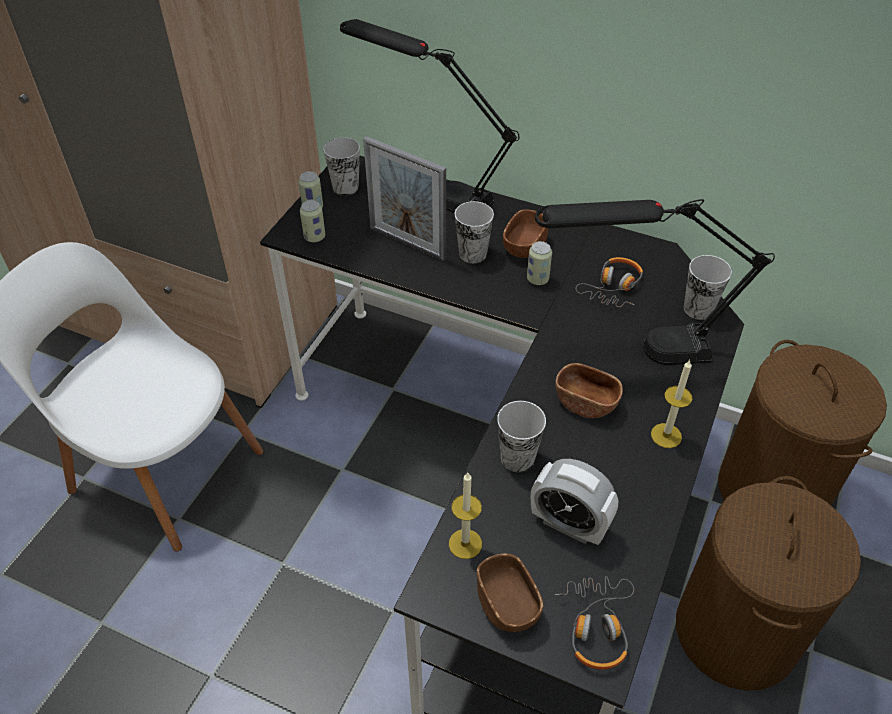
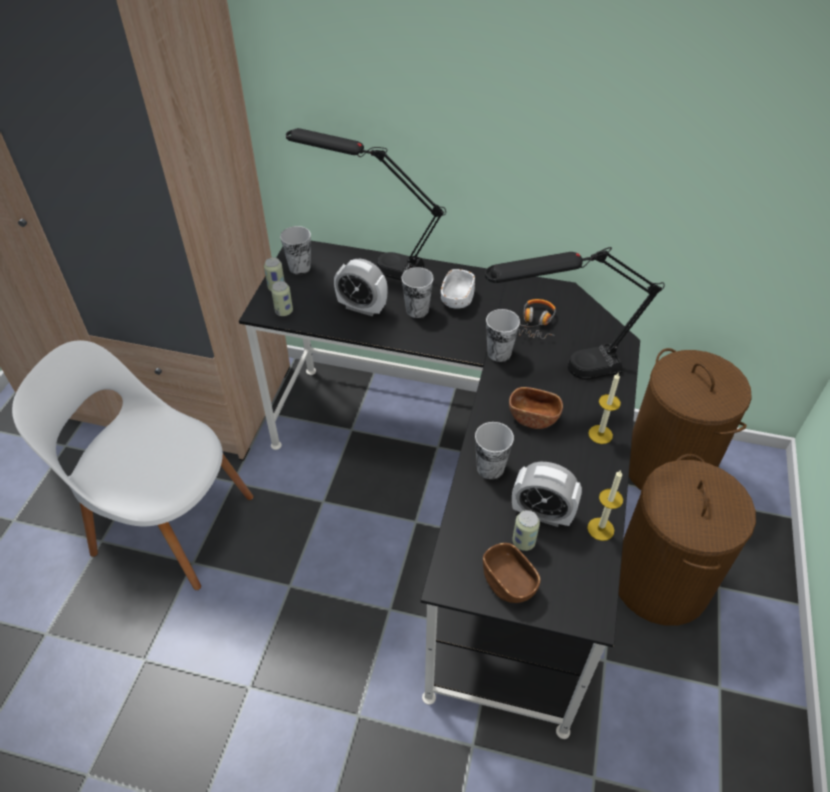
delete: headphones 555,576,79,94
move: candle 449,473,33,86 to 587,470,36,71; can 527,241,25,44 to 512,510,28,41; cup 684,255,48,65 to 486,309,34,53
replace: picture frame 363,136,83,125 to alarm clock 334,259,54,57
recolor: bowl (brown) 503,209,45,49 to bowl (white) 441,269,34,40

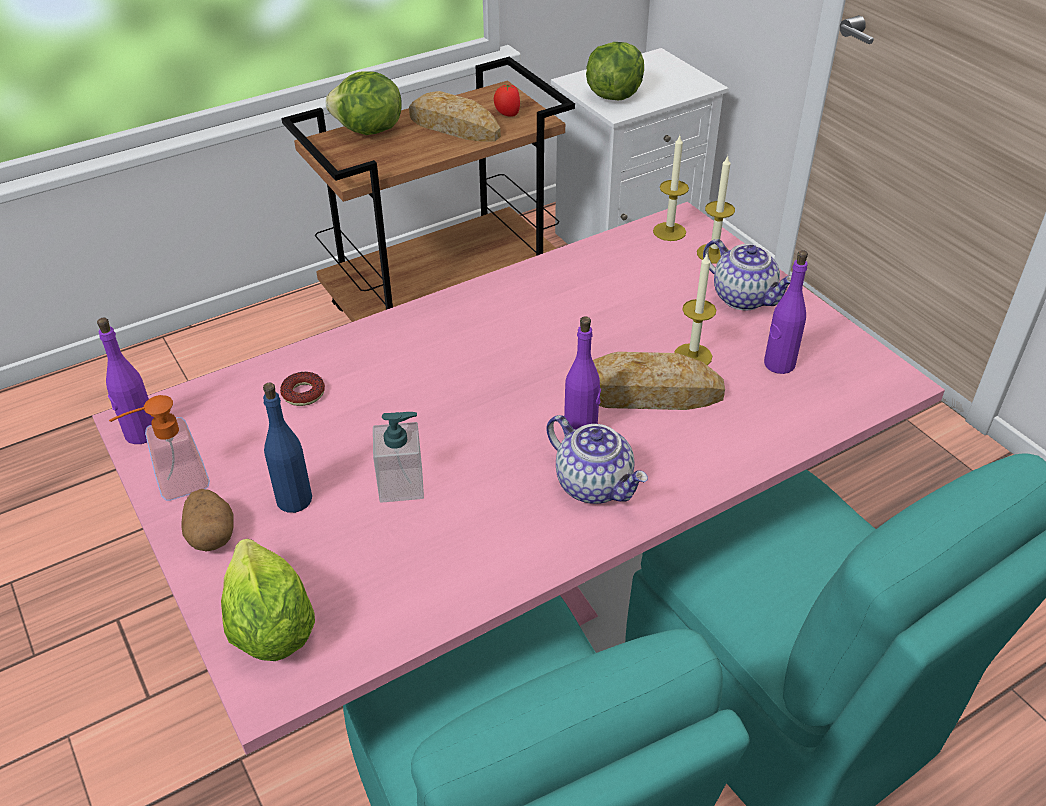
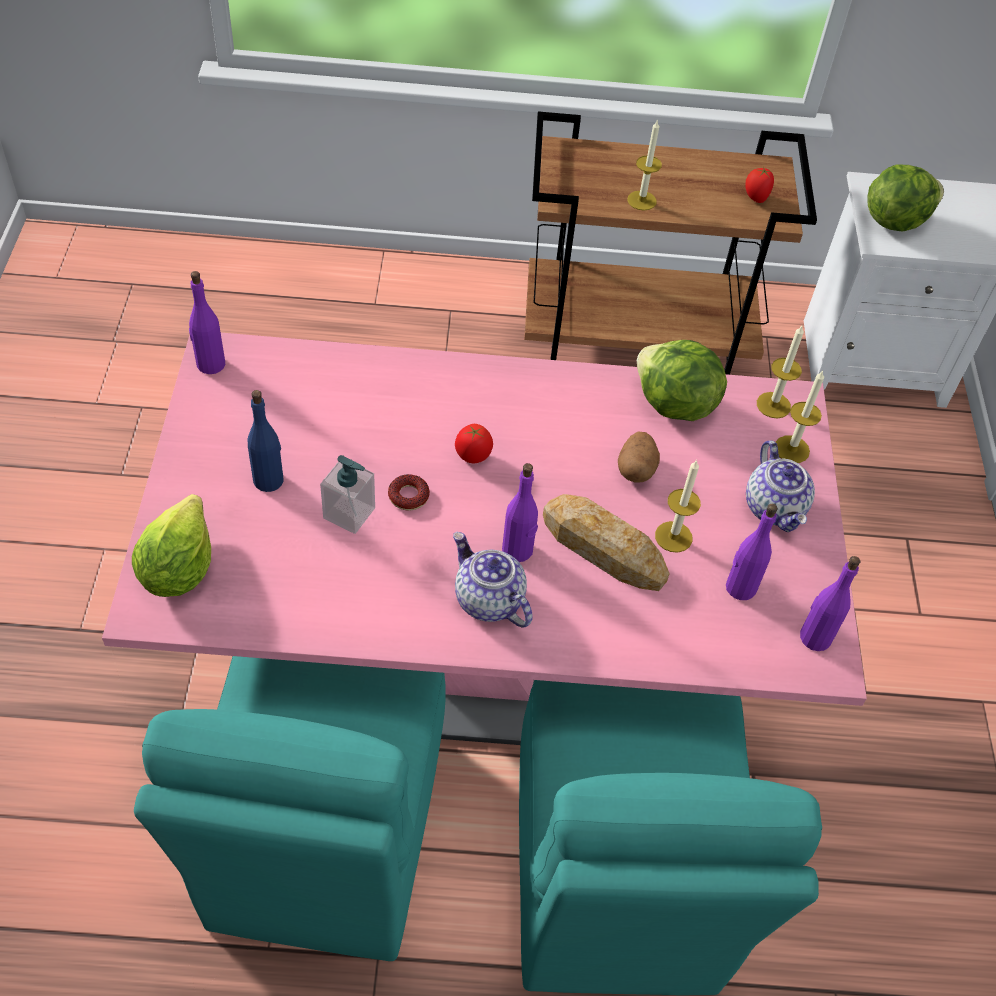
delete: soap dispenser 109,395,101,106; bread 409,91,92,51
insert: tomato 455,424,38,39; candle 627,119,35,91; bottle (purple) 800,556,60,95
move: potato 181,489,53,63 to 618,431,42,51; donut 280,372,45,34 to 388,474,42,37; lettuce 326,71,76,64 to 637,340,90,81
rotate: teapot 546,415,102,89 = 453,532,80,96 150 degrees clockwise

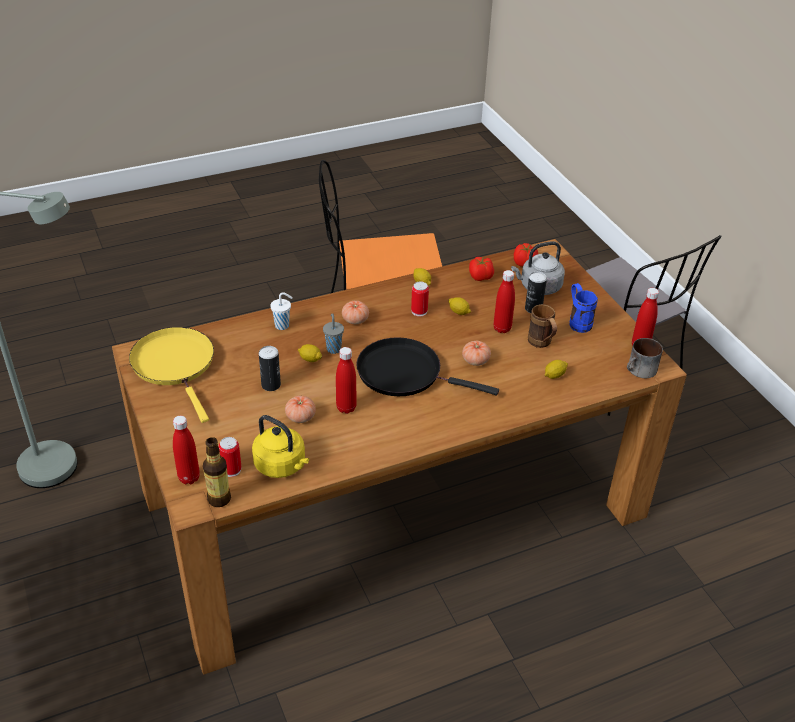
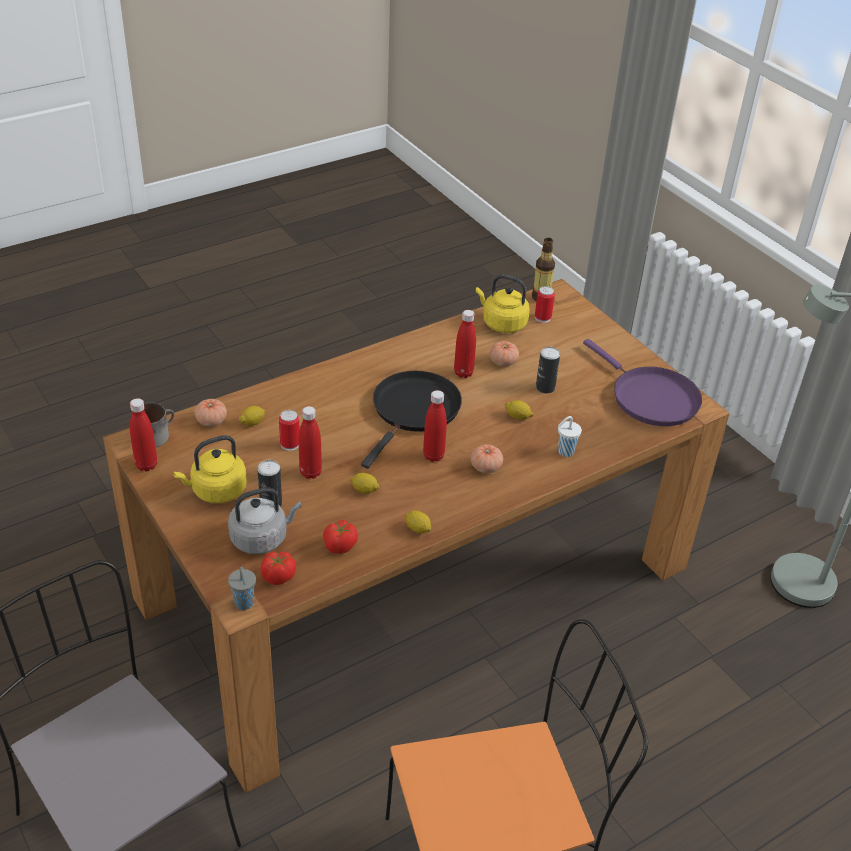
delete: mug (brown) 528,304,29,44
move: bottle (red) 173,416,27,68 to 423,390,24,72; cup (grey) 323,313,21,41 to 228,567,28,43; can 411,281,18,35 to 279,410,21,41; tomato 462,341,29,25 to 195,399,32,27
replace: mug (blue) 569,283,29,50 to kettle (yellow) 173,435,74,68
recolor: frying pan (yellow) 129,327,85,96 to frying pan (purple) 583,339,119,87
rotate: frying pan (black) 356,337,143,59 = 361,371,101,97 75 degrees counterclockwise

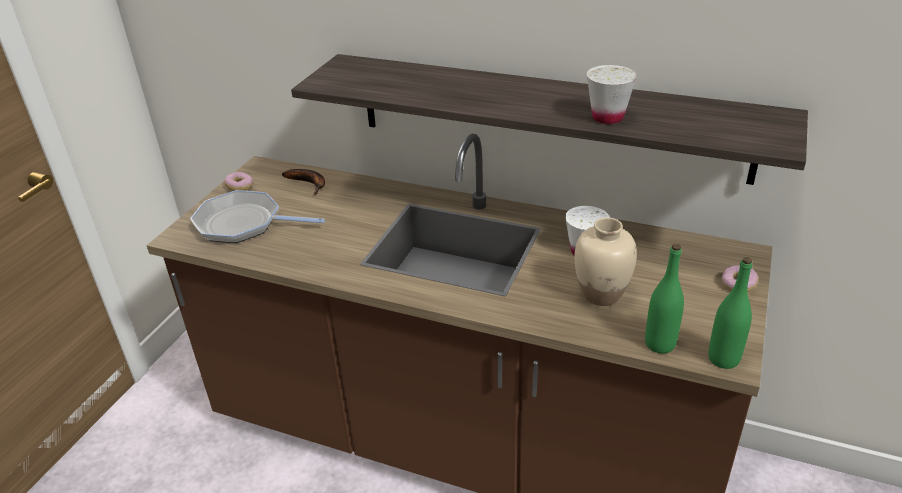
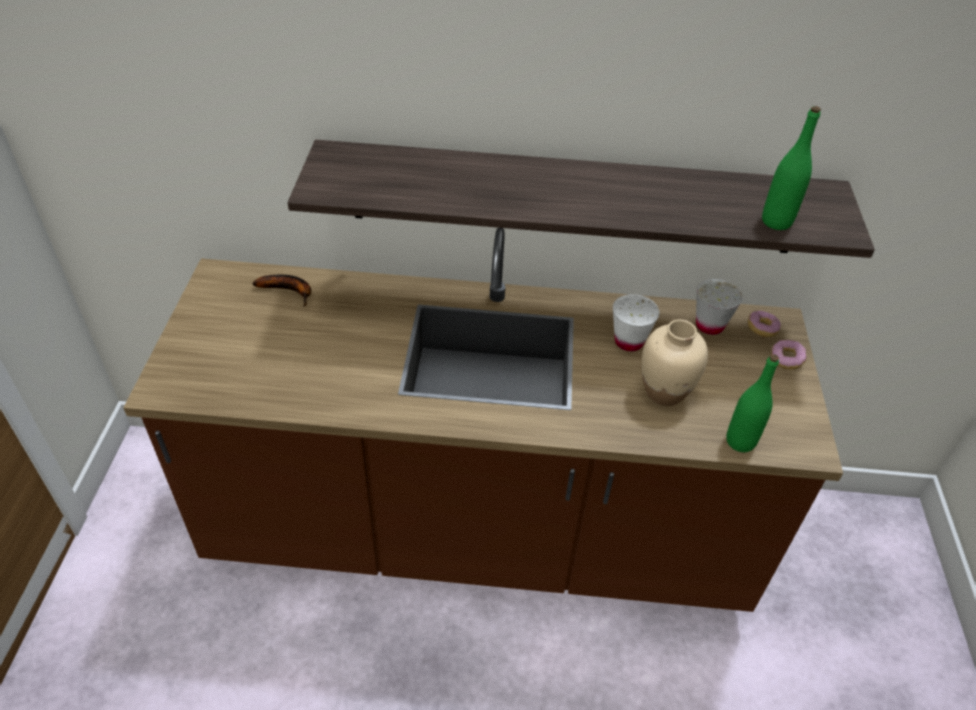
delete: frying pan 190,190,135,53
move: donut 224,172,29,19 to 748,311,33,26; cup (white) 587,65,50,59 to 696,279,47,56; bottle (green) 708,257,44,112 to 762,106,59,124

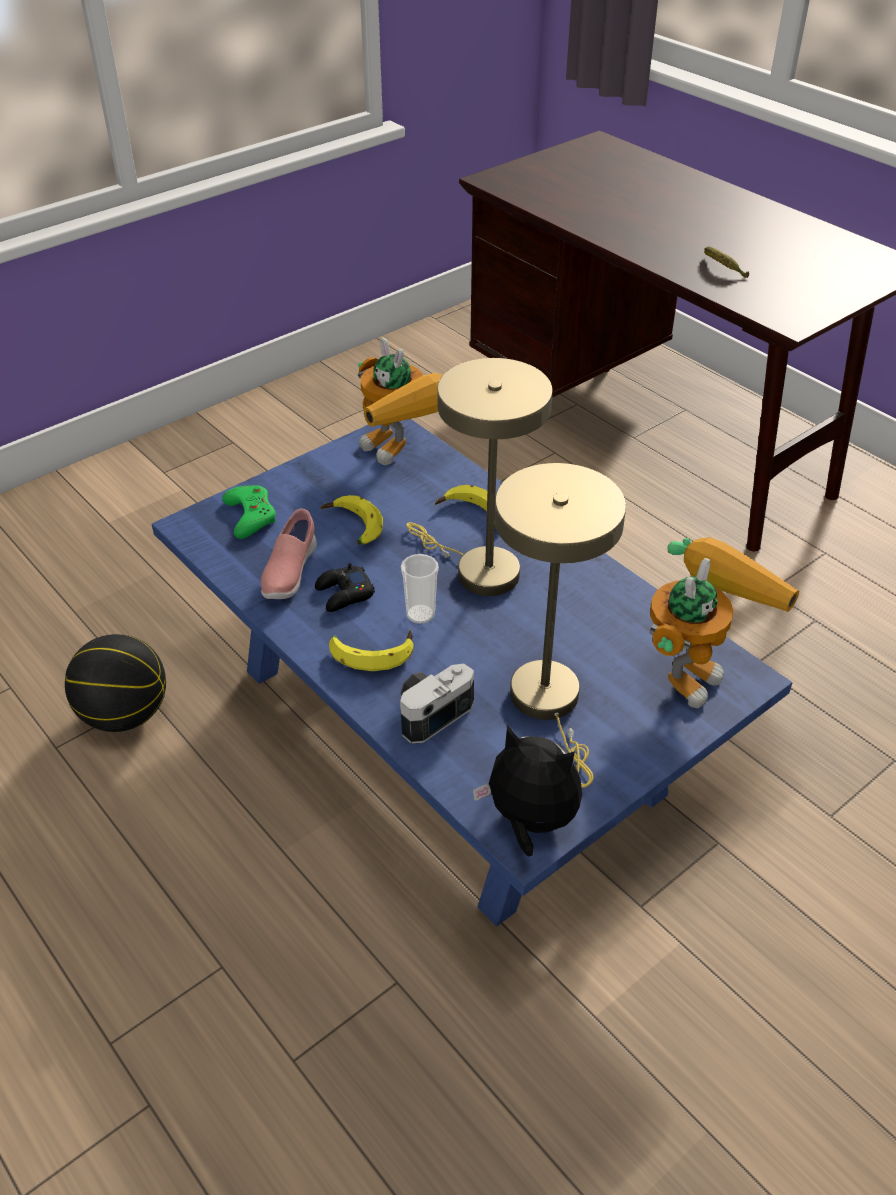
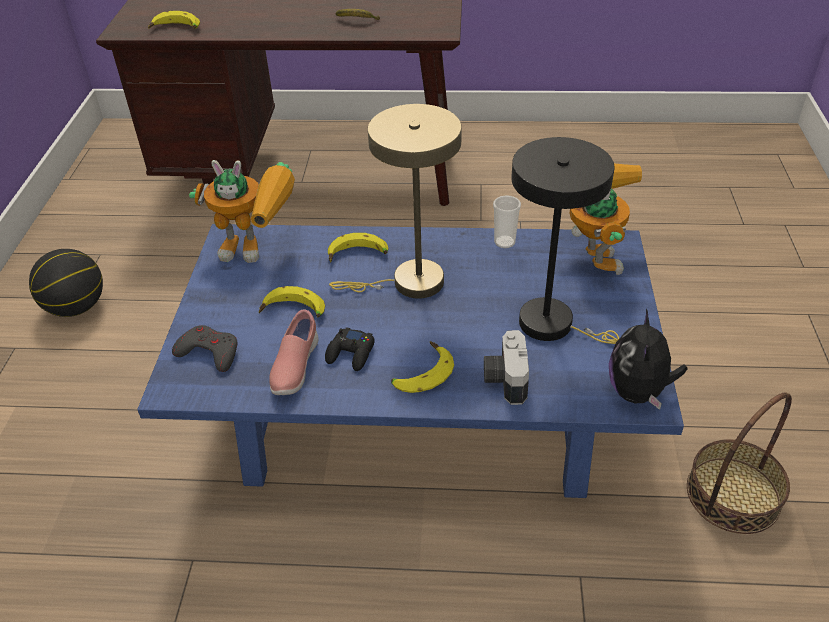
insert: banana 148,11,52,18; basket 687,392,105,142
move: basketball 65,634,101,98 to 29,249,74,68; cup 401,554,38,70 to 493,195,28,53
recolor: game controller (green) 222,485,54,54 to game controller (grey) 172,325,65,47; table lamp (beige) 495,463,131,325 to table lamp (black) 511,137,108,207
rotate: shoe (pink) 261,509,56,90 = 269,310,50,85 45 degrees clockwise; plush toy 473,725,109,132 = 609,309,79,101 60 degrees counterclockwise

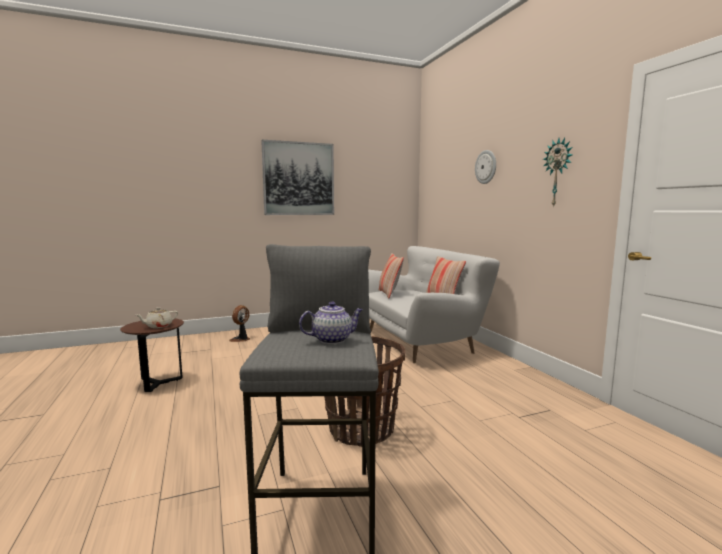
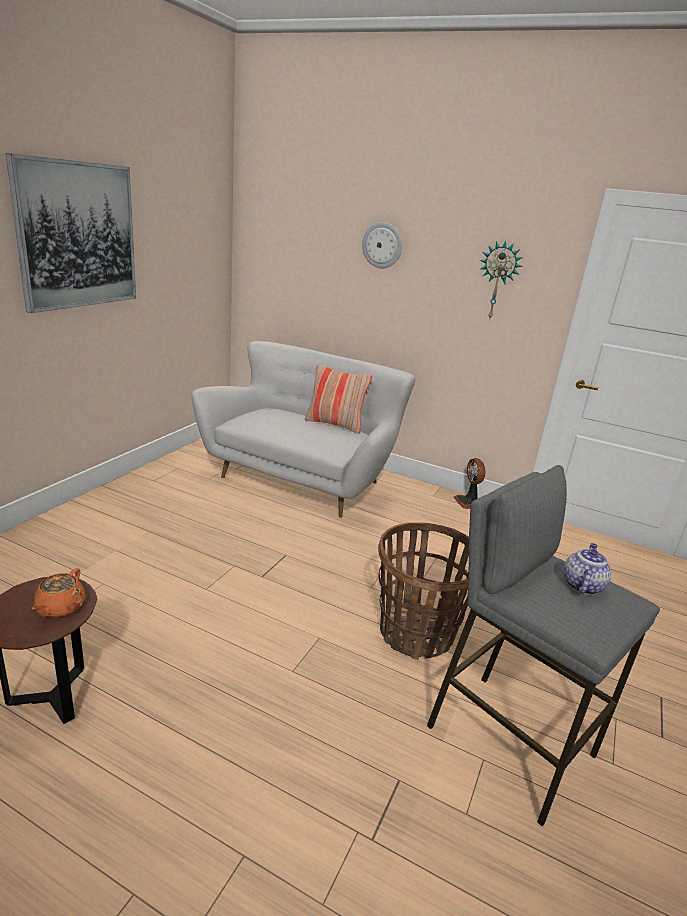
delete: pillow 378,253,26,46
move: fan 229,305,21,37 to 453,458,32,51
recolor: teapot (beige) 136,307,42,21 to teapot (orange) 32,568,54,49

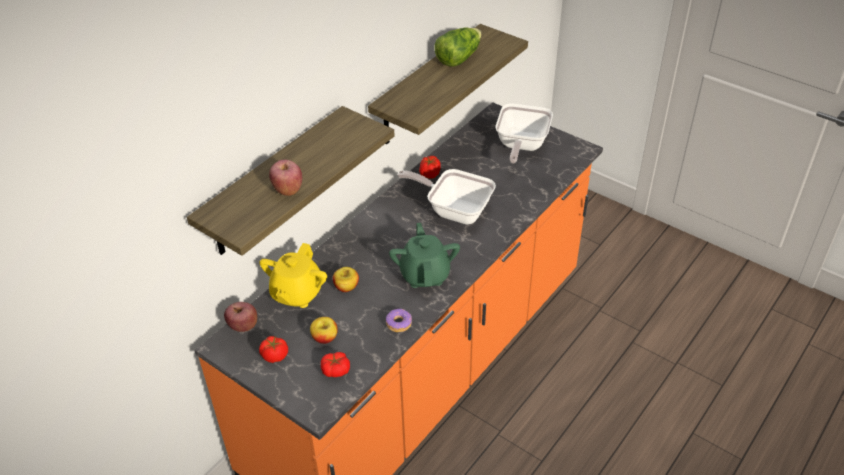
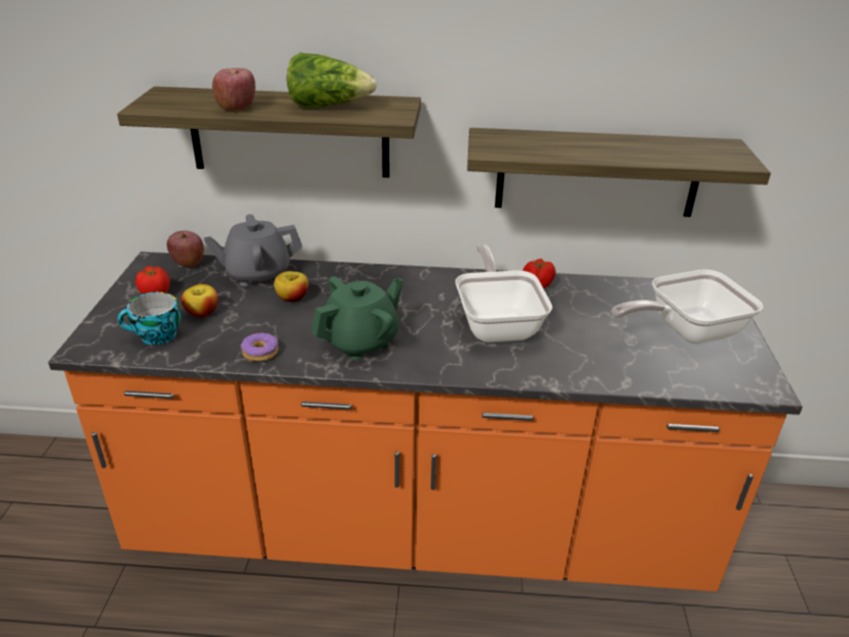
move: lettuce 434,28,48,39 to 287,53,90,54
replace: tomato 321,352,29,25 to cup 117,292,64,53
recolor: teapot (yellow) 259,243,68,65 to teapot (grey) 204,214,98,72

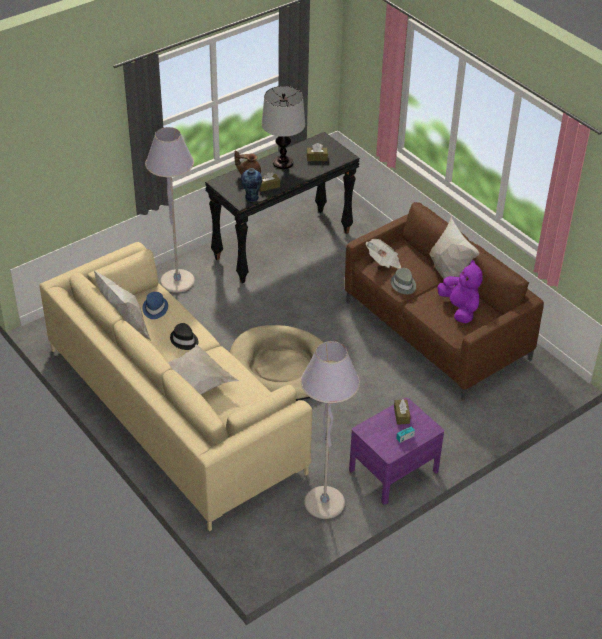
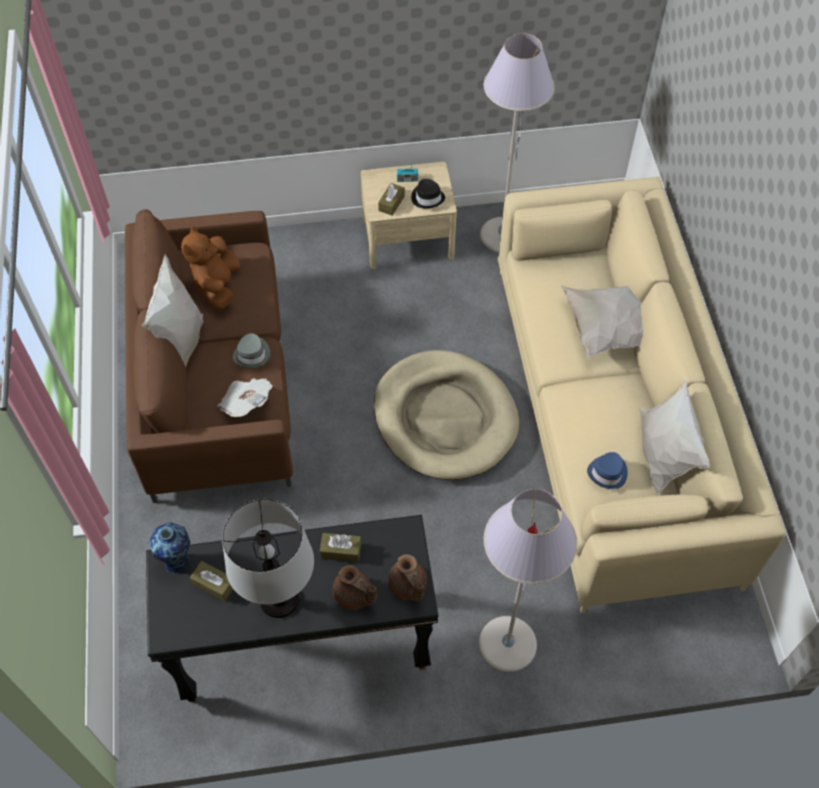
insert: teapot (brown) 388,554,39,47
move: hat (black) 170,323,28,27 to 411,179,34,30; vase 241,168,21,34 to 149,522,41,51
recolor: nightstand (purple) 349,398,95,107 to nightstand (beige) 361,162,96,107; plush toy (purple) 437,260,46,63 to plush toy (brown) 181,226,60,83

